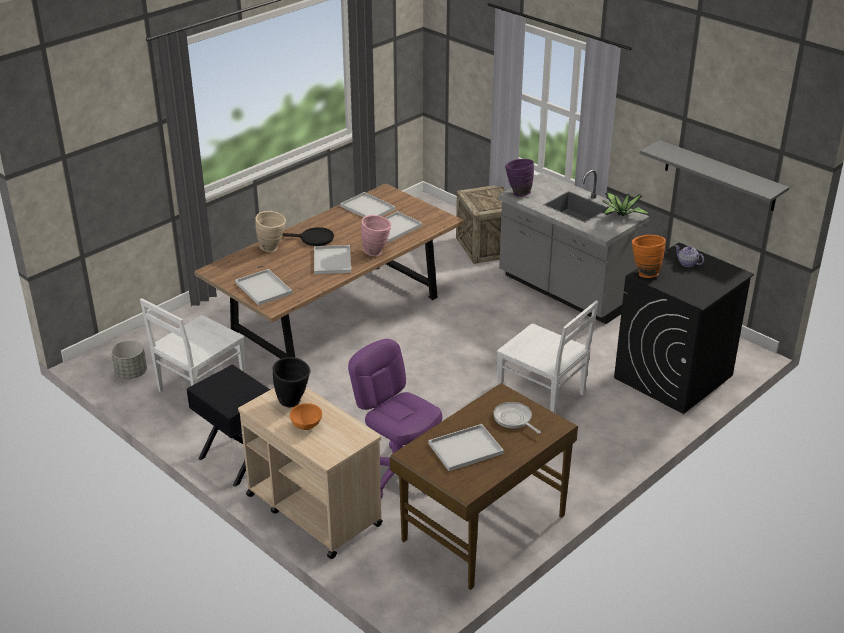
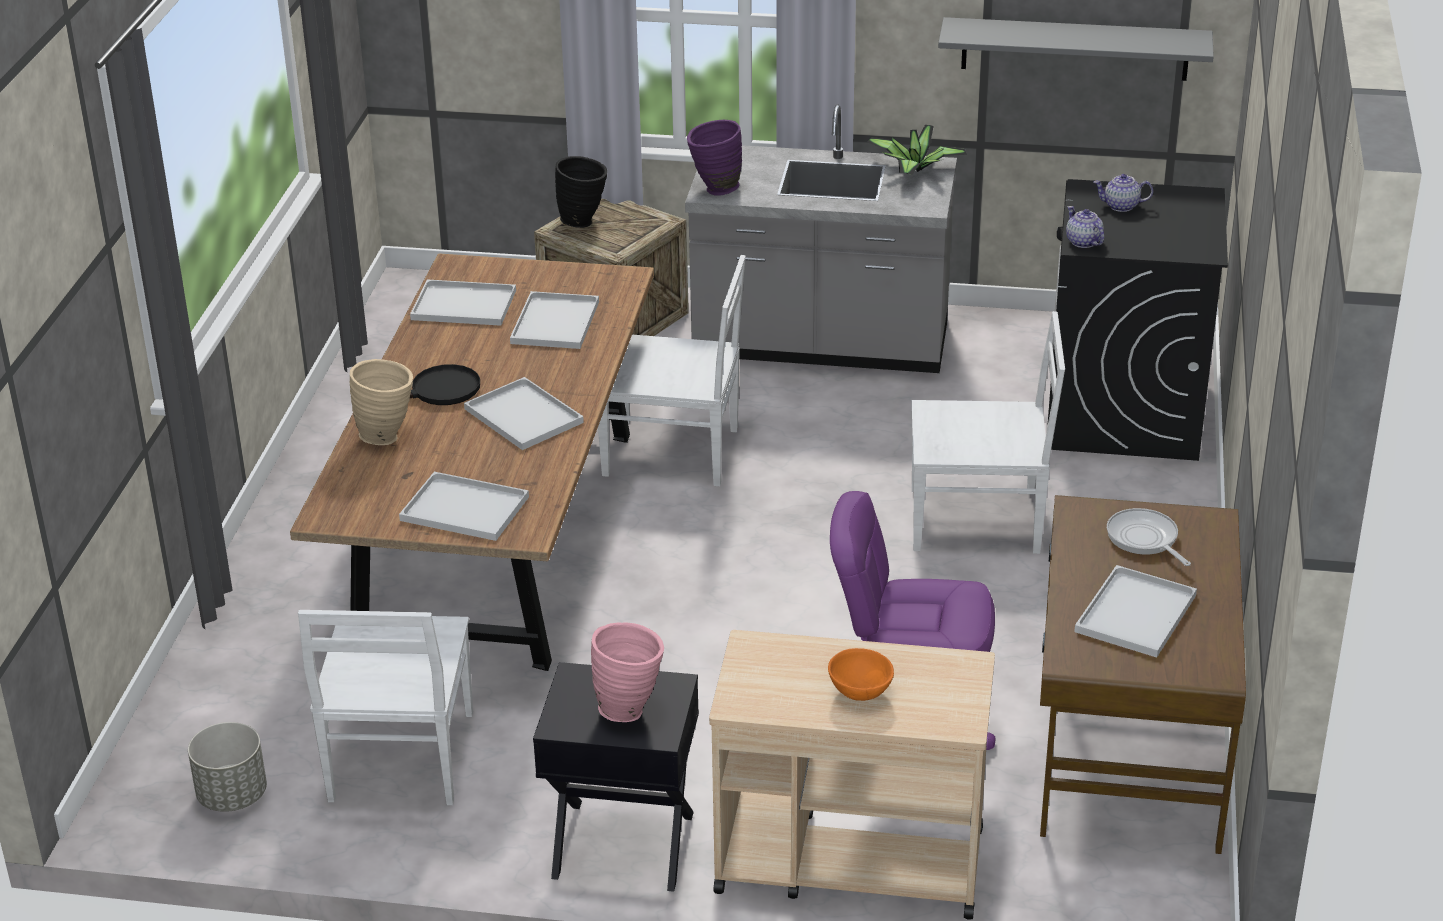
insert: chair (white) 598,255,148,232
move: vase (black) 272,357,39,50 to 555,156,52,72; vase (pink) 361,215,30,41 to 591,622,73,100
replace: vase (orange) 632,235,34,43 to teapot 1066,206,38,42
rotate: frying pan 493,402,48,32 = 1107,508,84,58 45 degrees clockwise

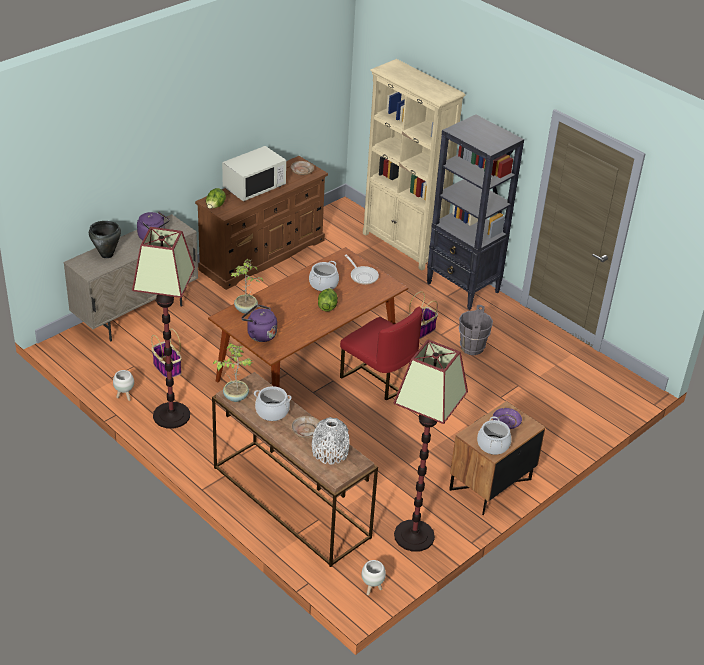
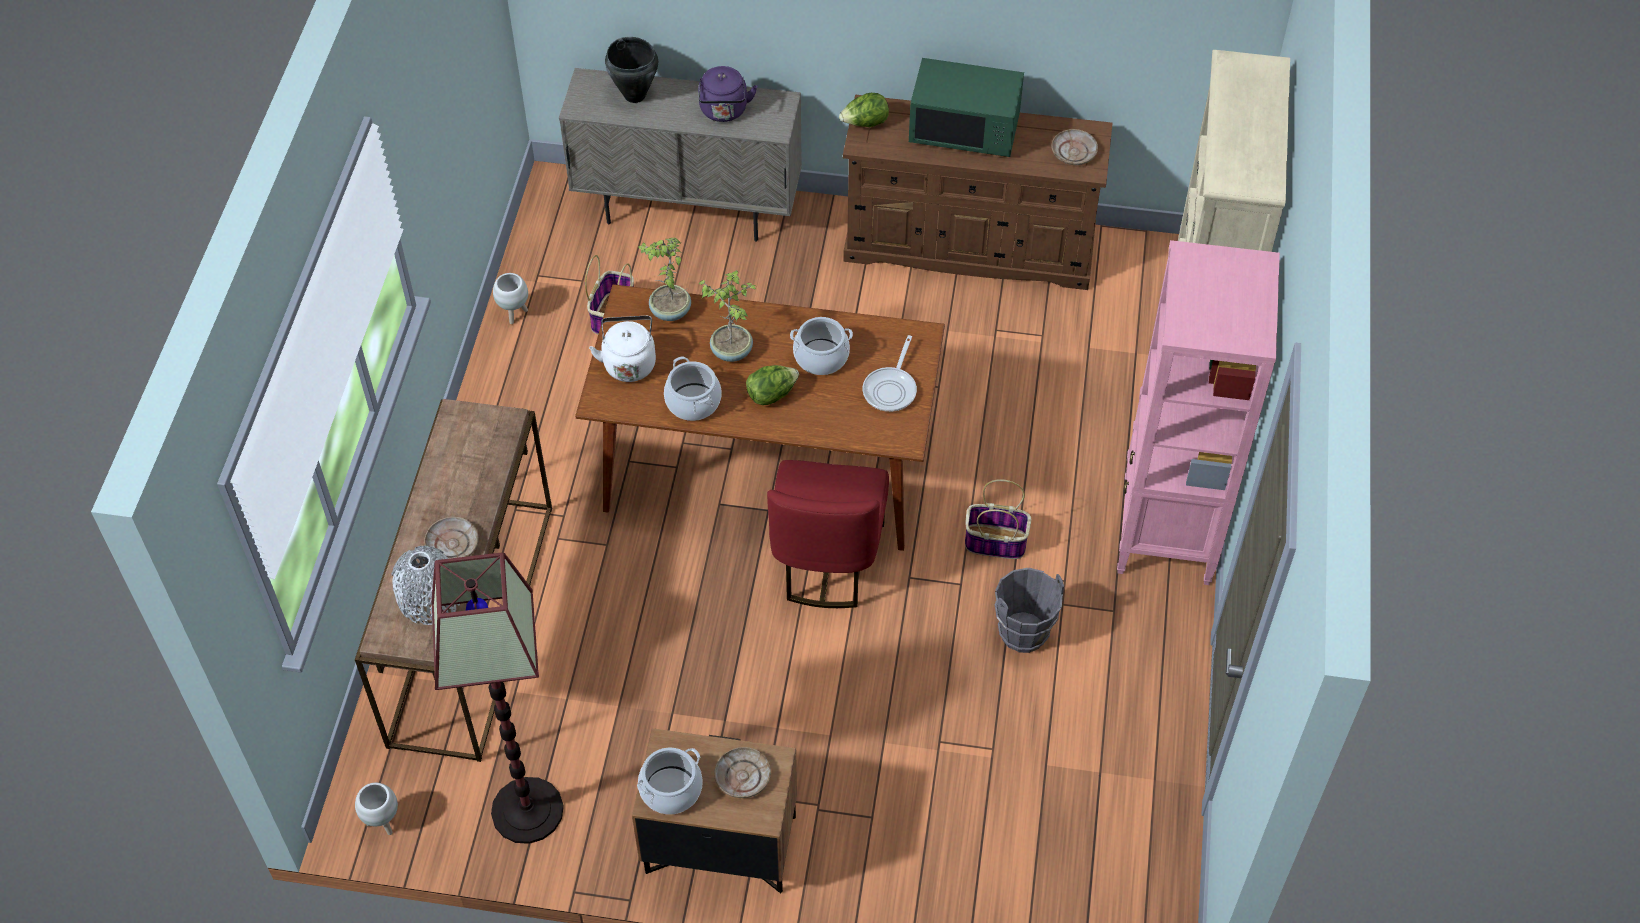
delete: floor lamp 132,227,63,201
move: potted plant 213,343,40,59 to 699,270,58,92; cooking pot 254,386,38,35 to 664,356,58,65
recolor: microwave (white) 222,146,64,55 to microwave (green) 909,58,115,99; kettle (purple) 242,305,35,37 to kettle (white) 589,316,67,66; bookcase (black) 427,115,97,195 to bookcase (pink) 1117,240,163,345; plate (purple) 493,408,29,21 to plate (beige) 714,747,57,51

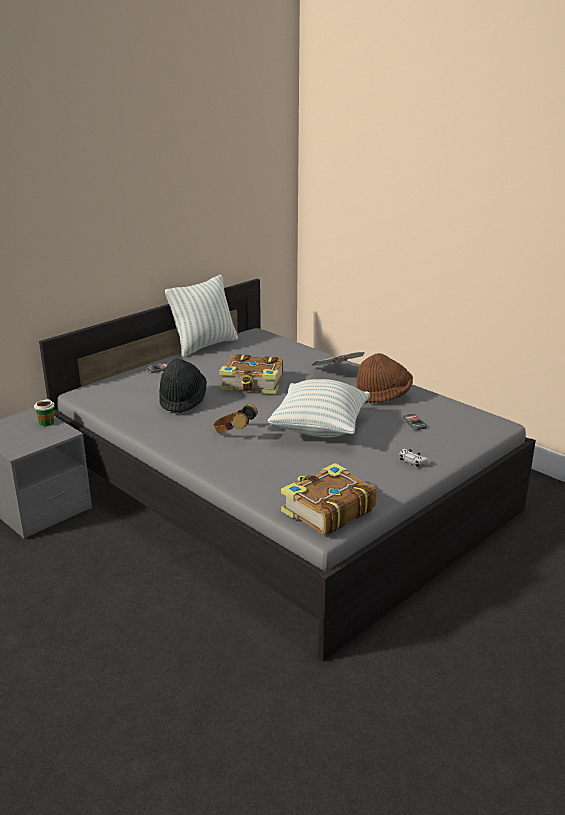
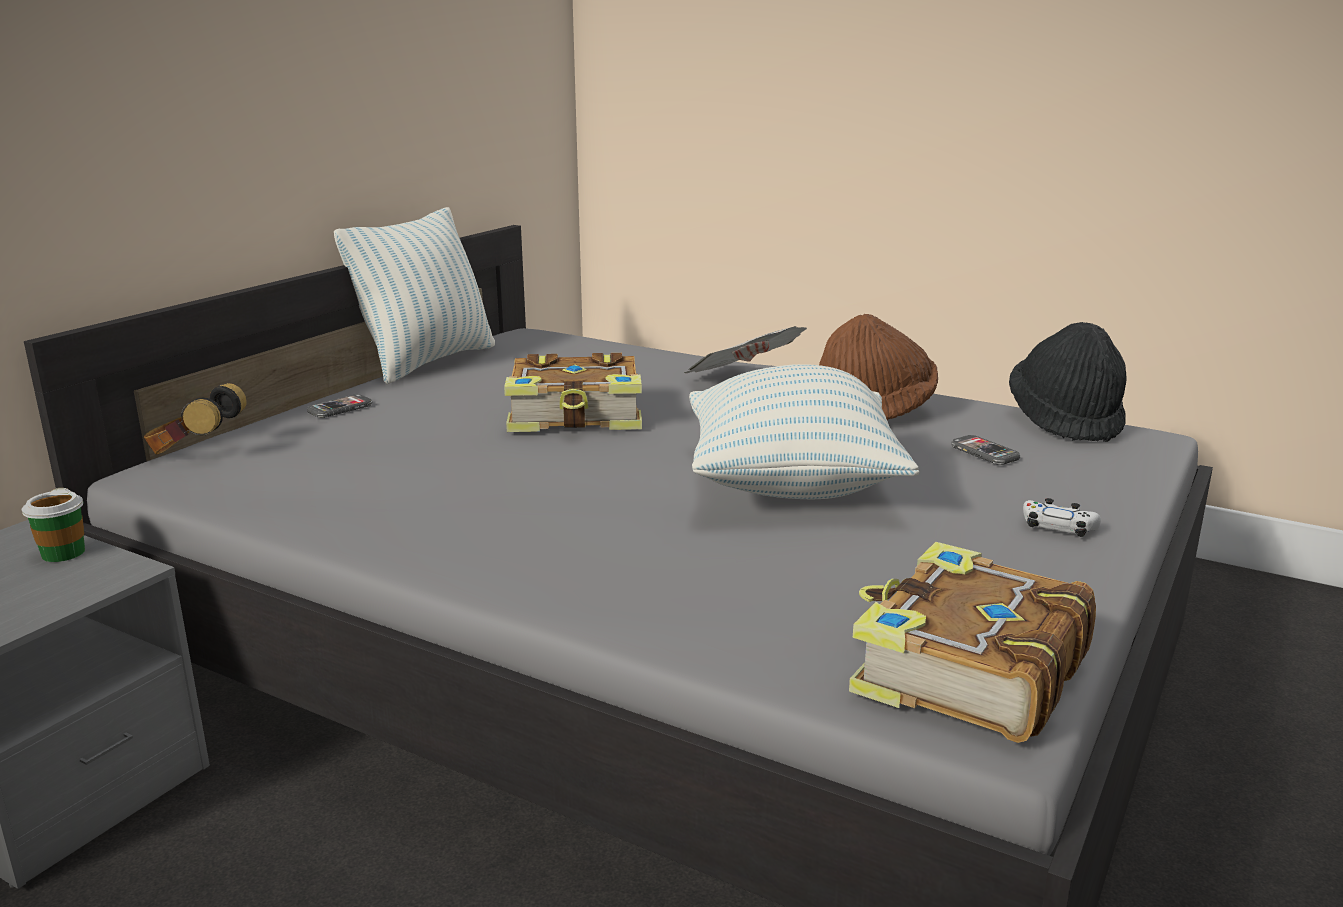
move: hat (black) 159,359,48,54 to 1009,322,118,120; headphones 214,404,44,29 to 144,383,103,71

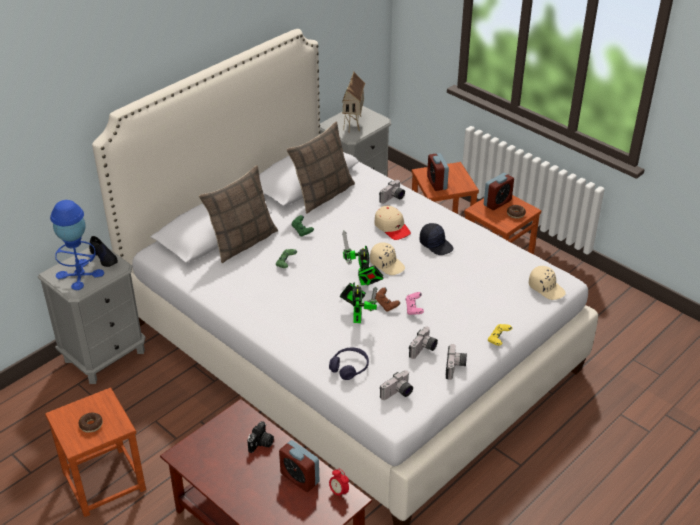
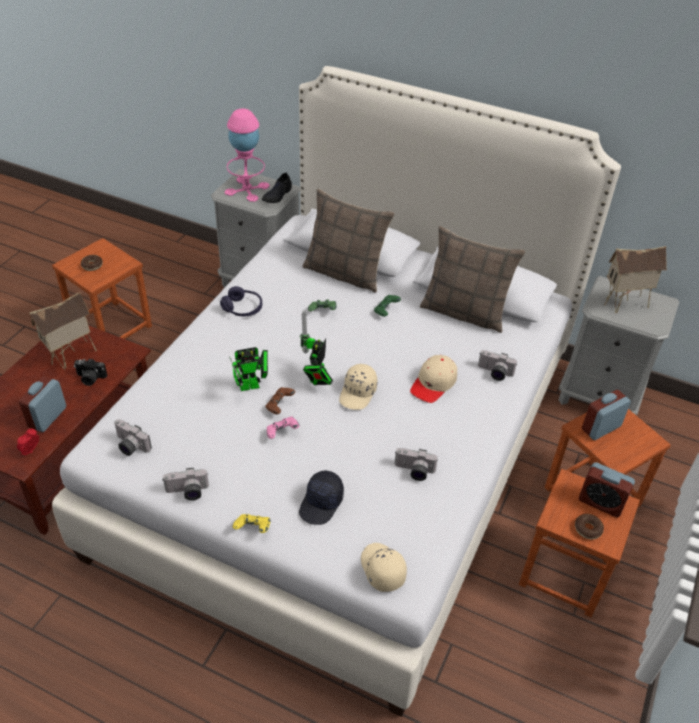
insert: toy house 29,292,68,78
move: headphones (purple) 329,348,40,32 to 220,286,42,30; photo camera 409,327,29,32 to 395,448,43,33; cap (black) 420,223,33,32 to 299,470,45,55
recolor: table lamp (blue) 50,200,54,90 to table lamp (pink) 225,108,44,94
rotate: toy robot 342,230,42,55 = 299,311,34,74 45 degrees counterclockwise; cap (beige) 529,266,37,34 = 361,543,46,49 135 degrees clockwise

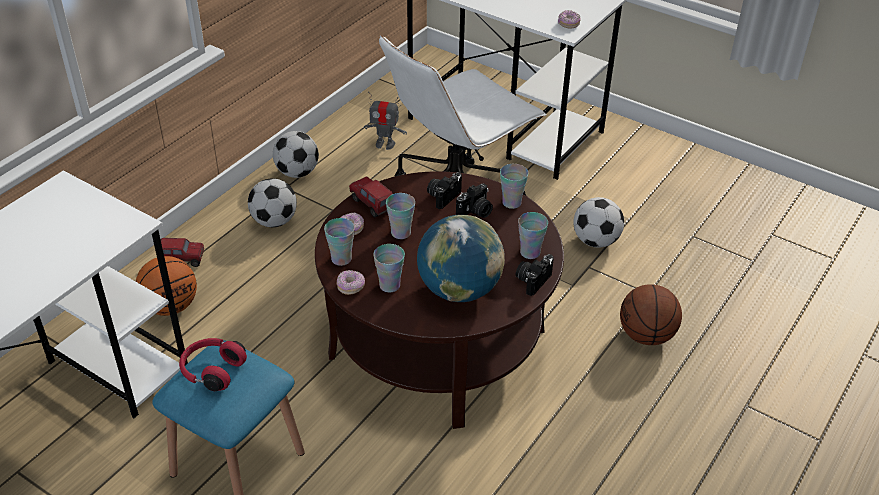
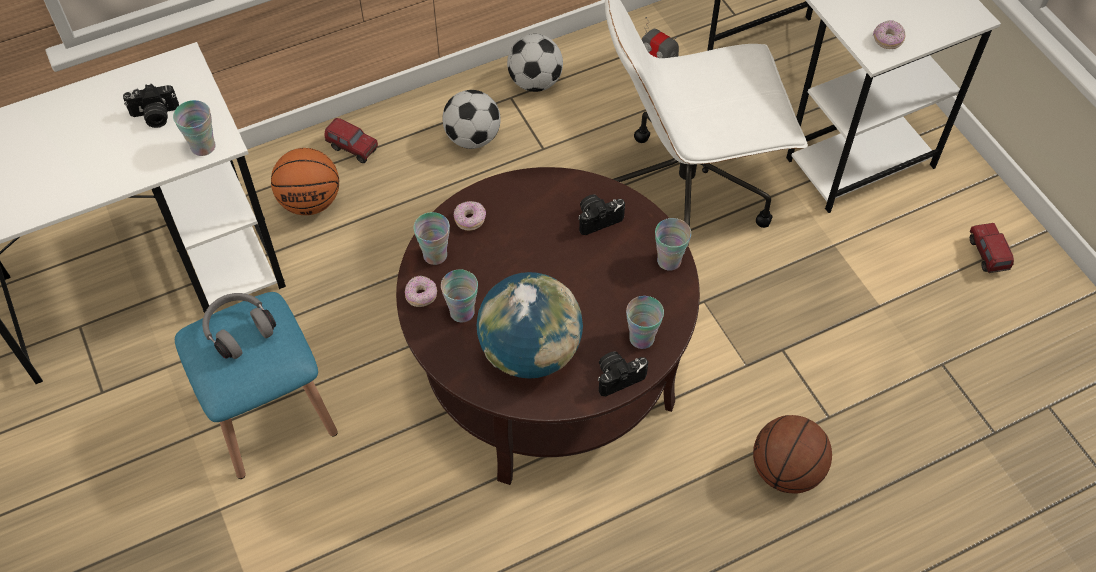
delete: football 573,197,51,51
move: toy truck 349,177,44,40 to 970,223,44,50; cup 386,193,29,46 to 173,100,43,56; photo camera 456,183,37,35 to 123,84,56,44
recolor: headphones (red) 179,338,68,53 to headphones (grey) 202,293,74,66

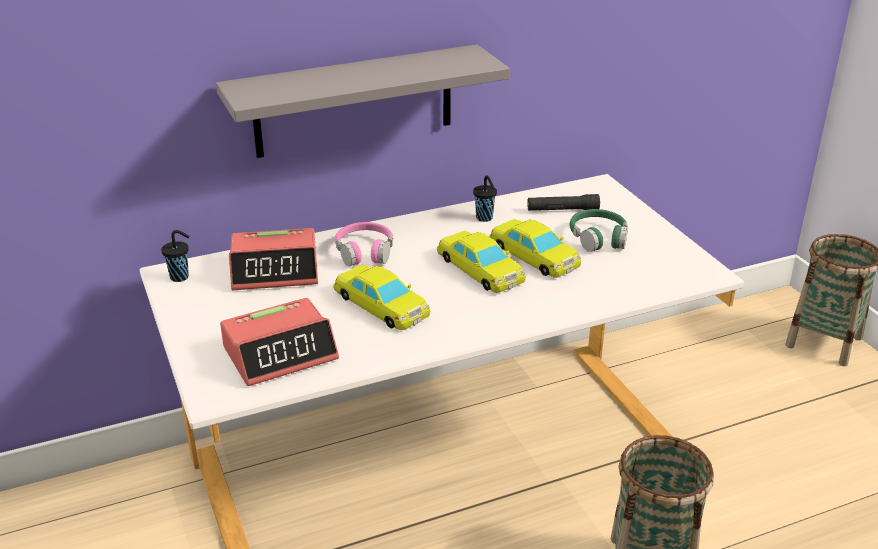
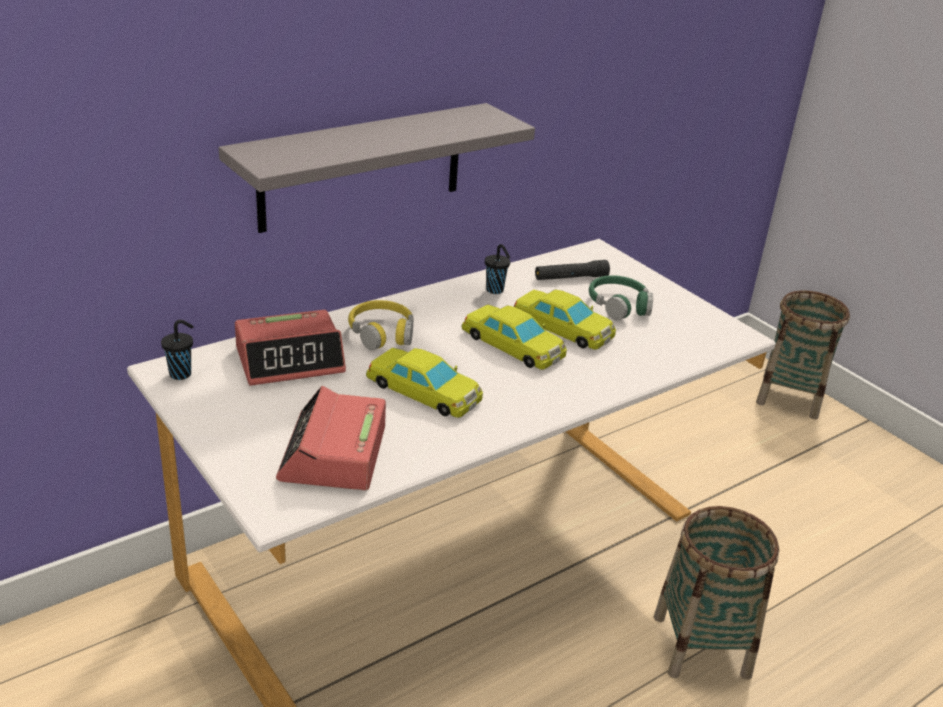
recolor: headphones (pink) 335,222,58,44 to headphones (yellow) 348,300,65,50
rotate: alarm clock 220,298,119,88 = 276,386,110,104 135 degrees clockwise

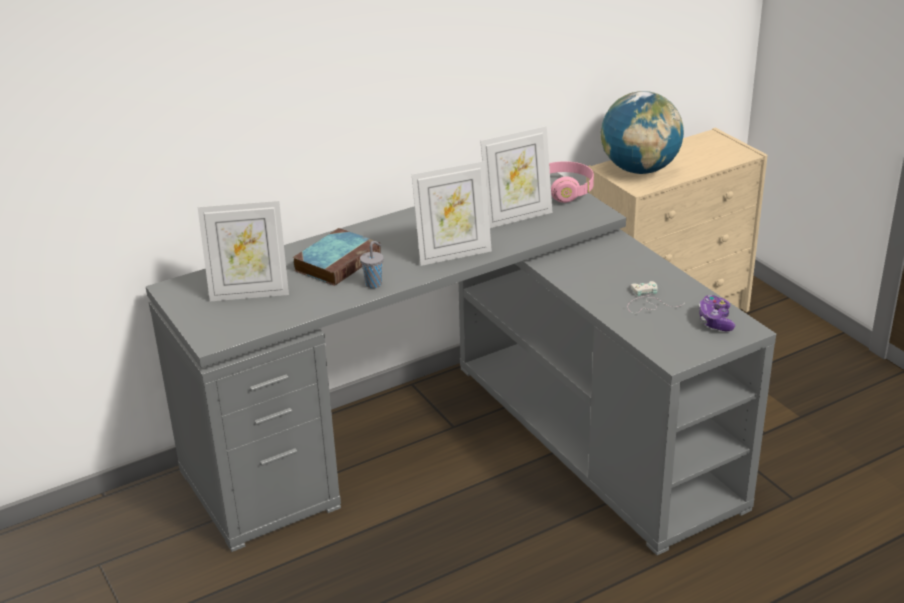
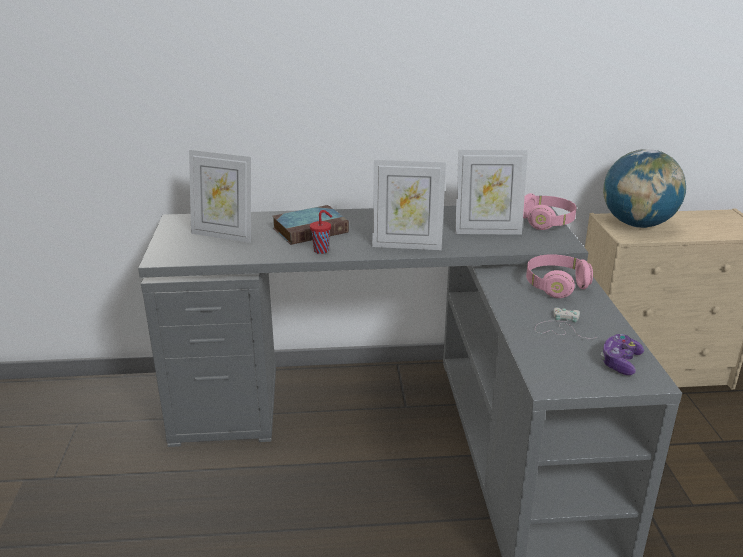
insert: headphones (pink) 526,254,67,44
recolor: cup (grey) 360,241,24,47 to cup (red) 310,210,22,44

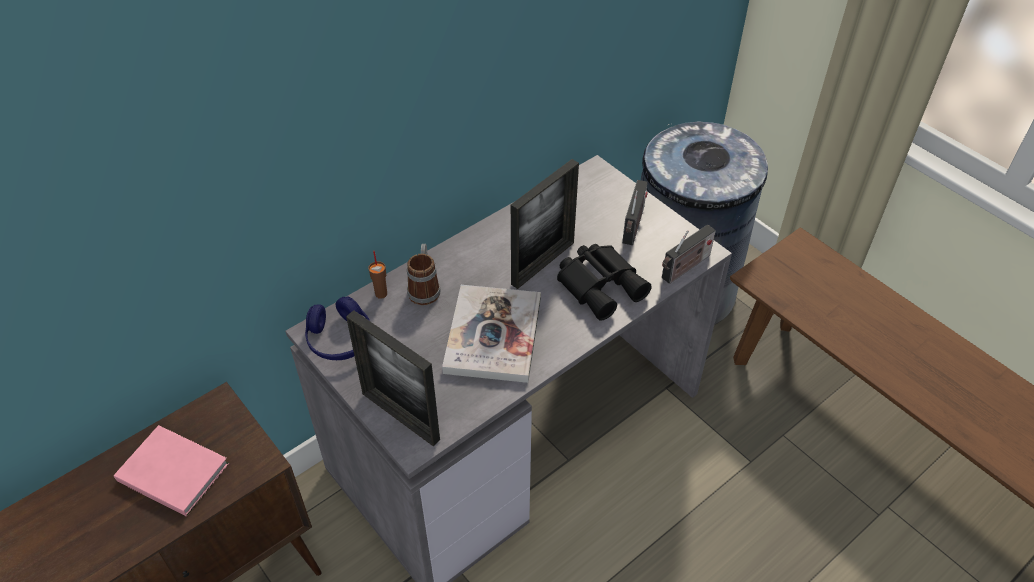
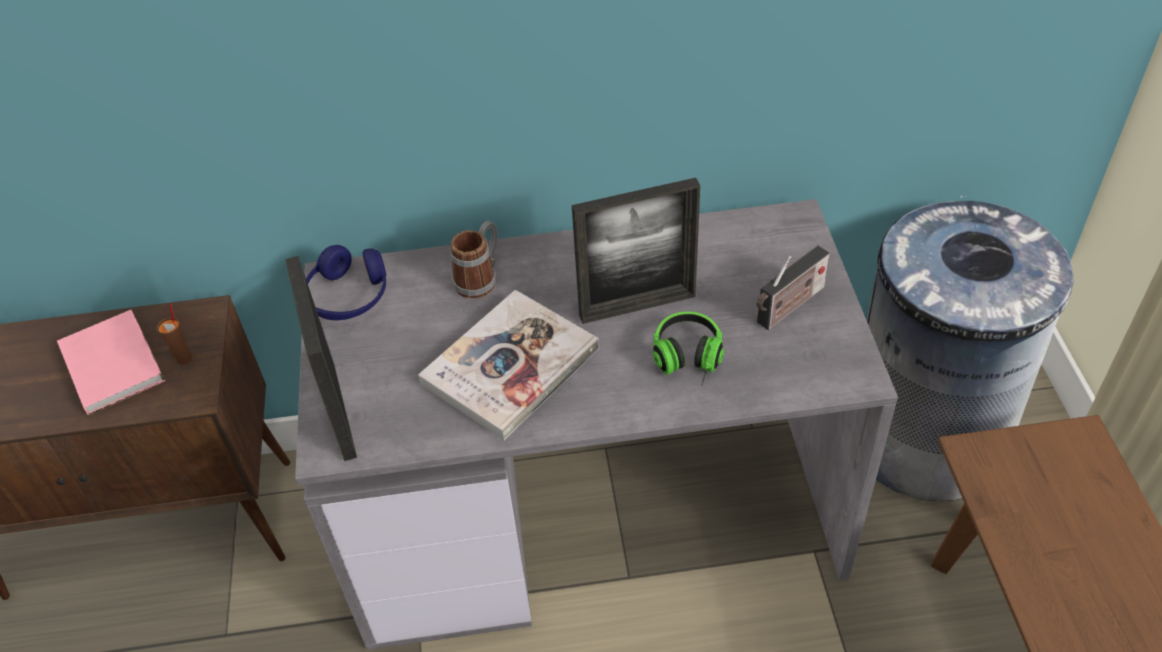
delete: radio 662,225,54,59
move: cup (brown) 368,251,19,48 to 157,303,35,62
replace: binoculars (black) 557,244,95,77 to headphones 653,312,71,74

